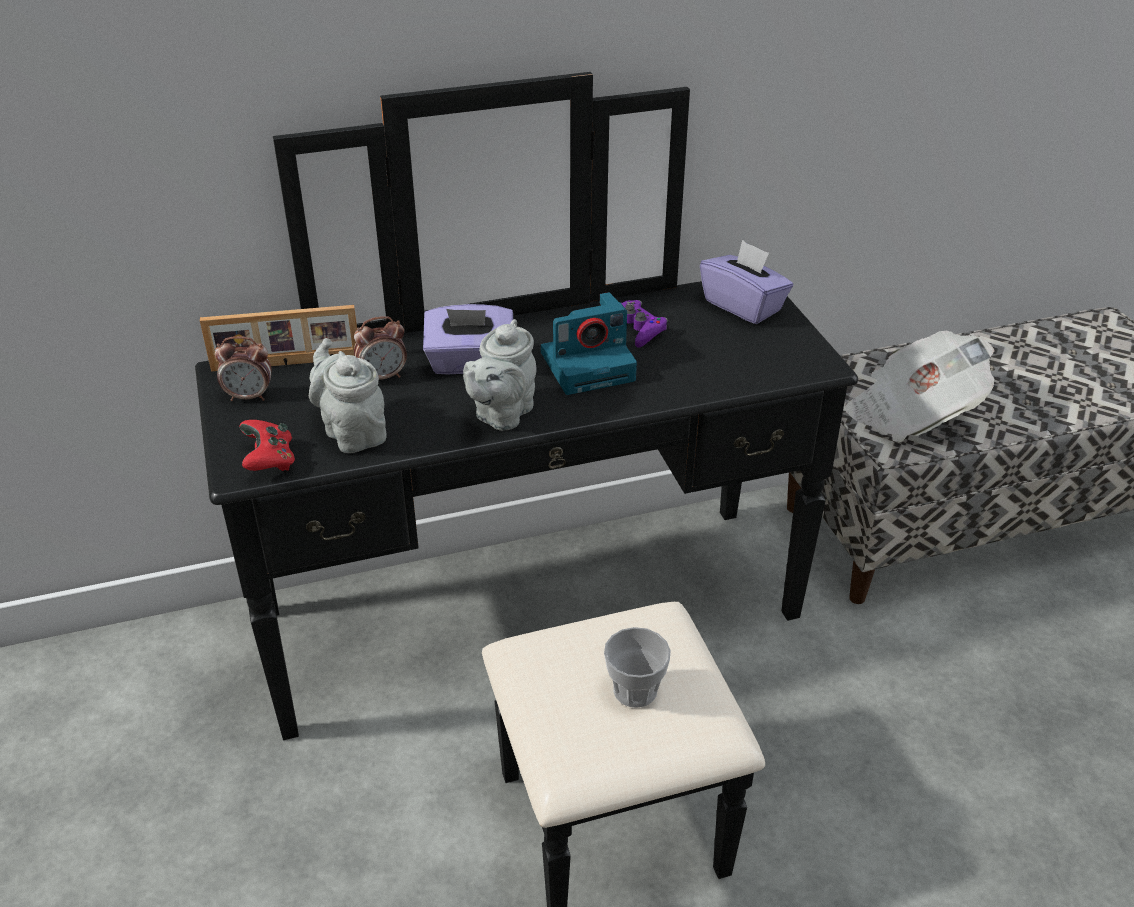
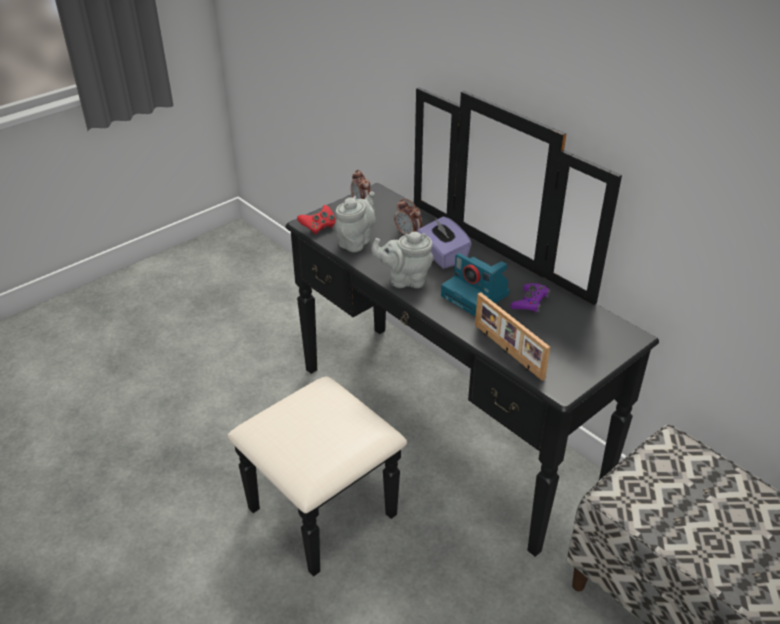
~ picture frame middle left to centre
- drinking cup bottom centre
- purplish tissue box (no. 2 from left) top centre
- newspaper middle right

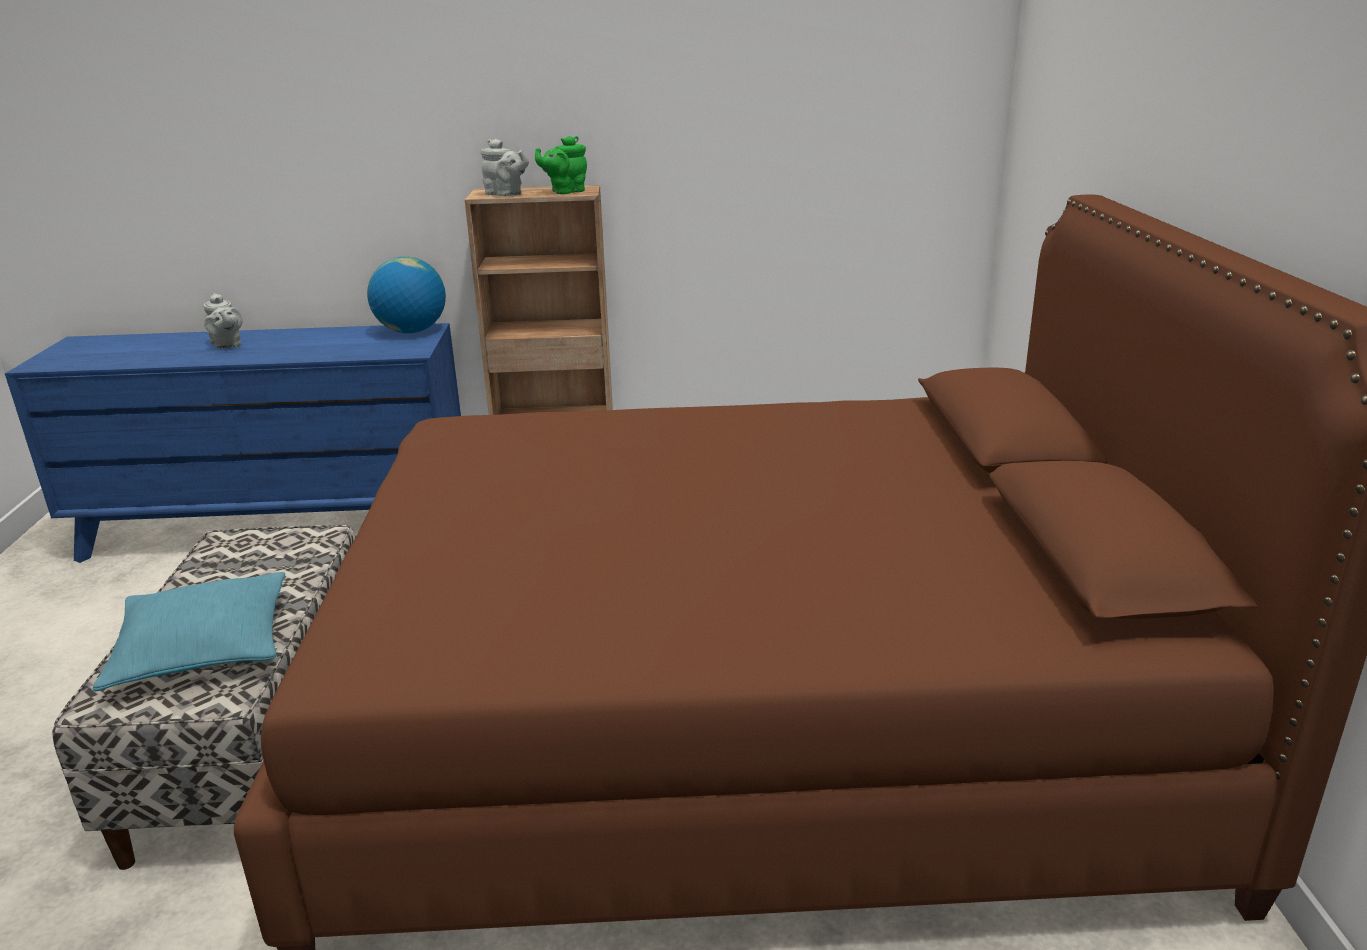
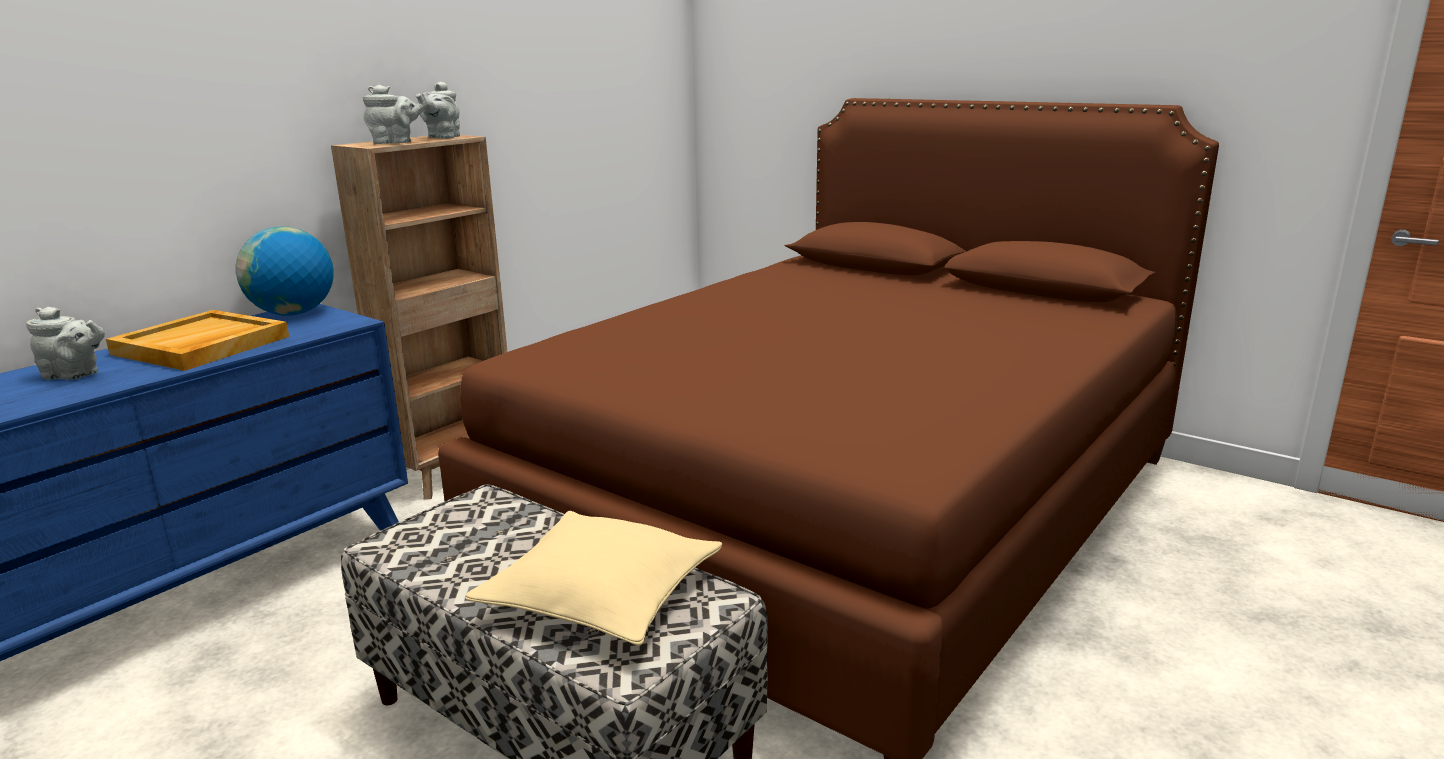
+ sand-coloured serving tray middle left
~ greenish pot for tea top centre to grey pot for tea (no. 3 from left) top left
~ blue-green throw pillow middle left to sand-coloured throw pillow bottom centre

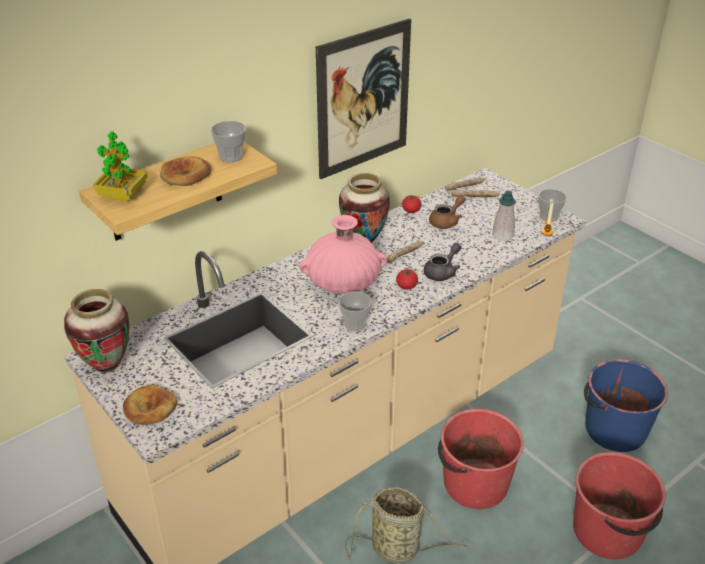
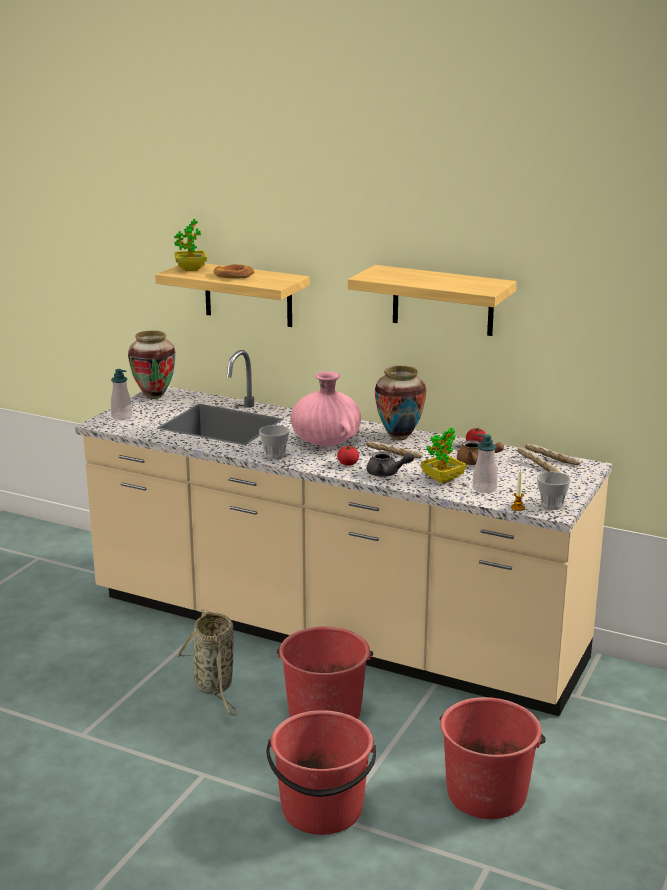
~ bakery bread (no. 1 from left) bottom left to soap dispenser (no. 1 from left) middle left
~ wall picture top centre to shelf (no. 2 from left) centre
+ potted plant (no. 2 from left) centre
~ blue-coloured water bucket bottom right to red-coloured water bucket (no. 3 from left) bottom right
- drinking cup (no. 1 from left) top left

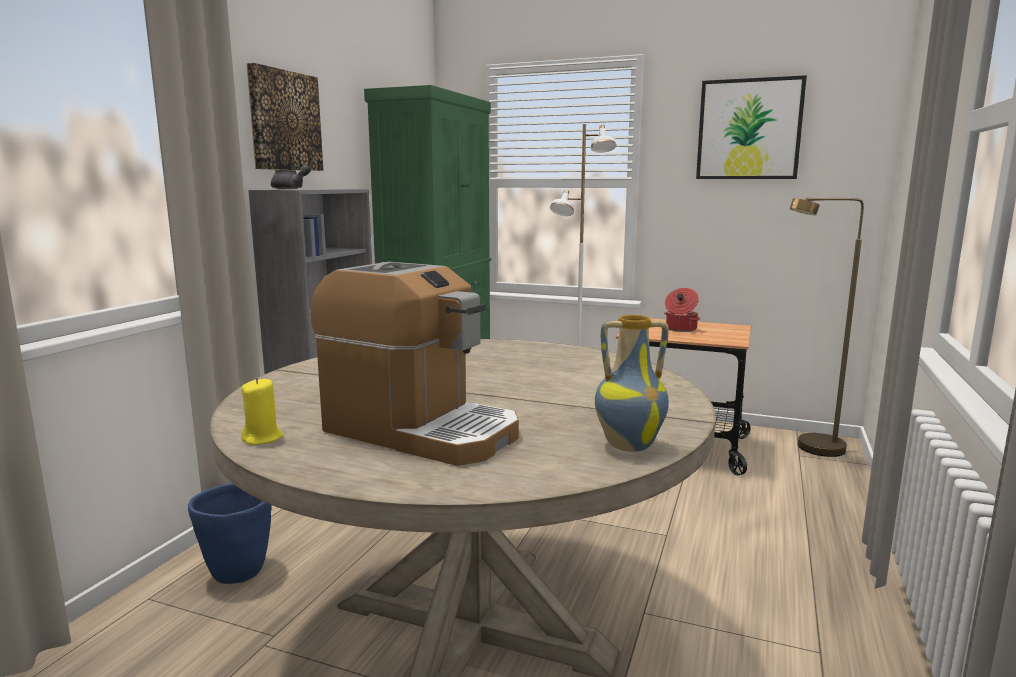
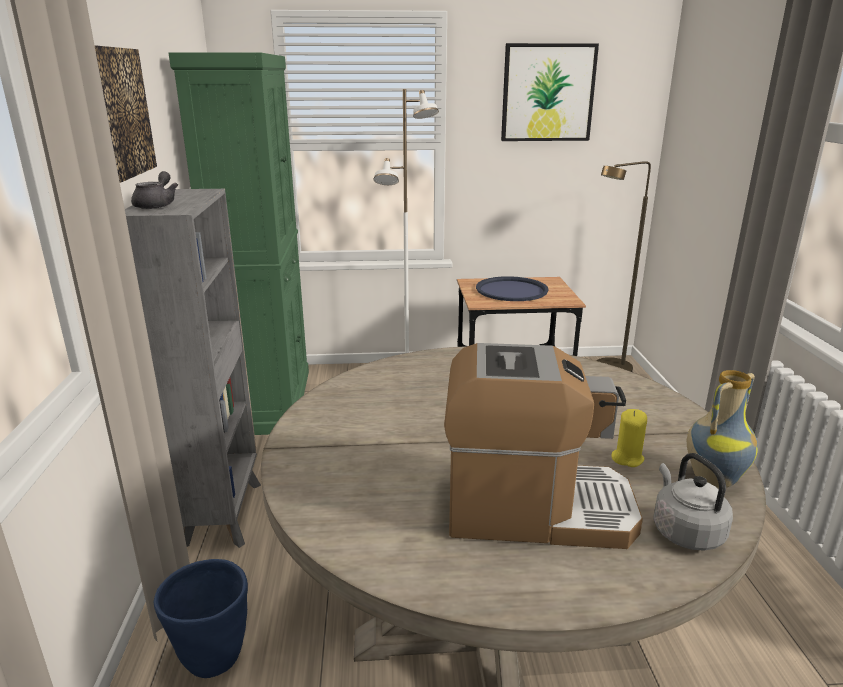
~ stockpot middle right to blue-coloured serving tray centre
~ yellow-coloured candle middle left to middle right
+ grey water kettle bottom right

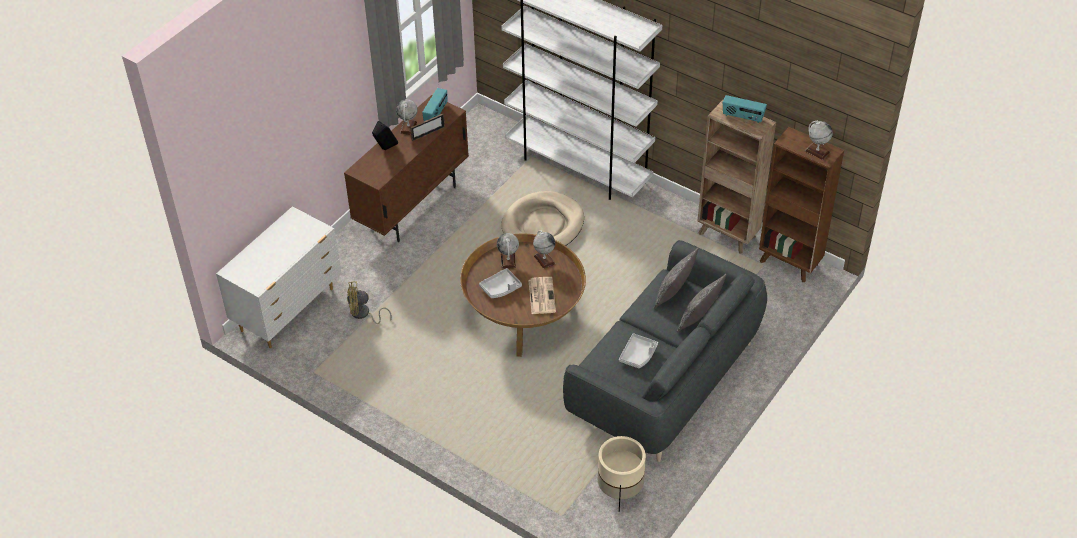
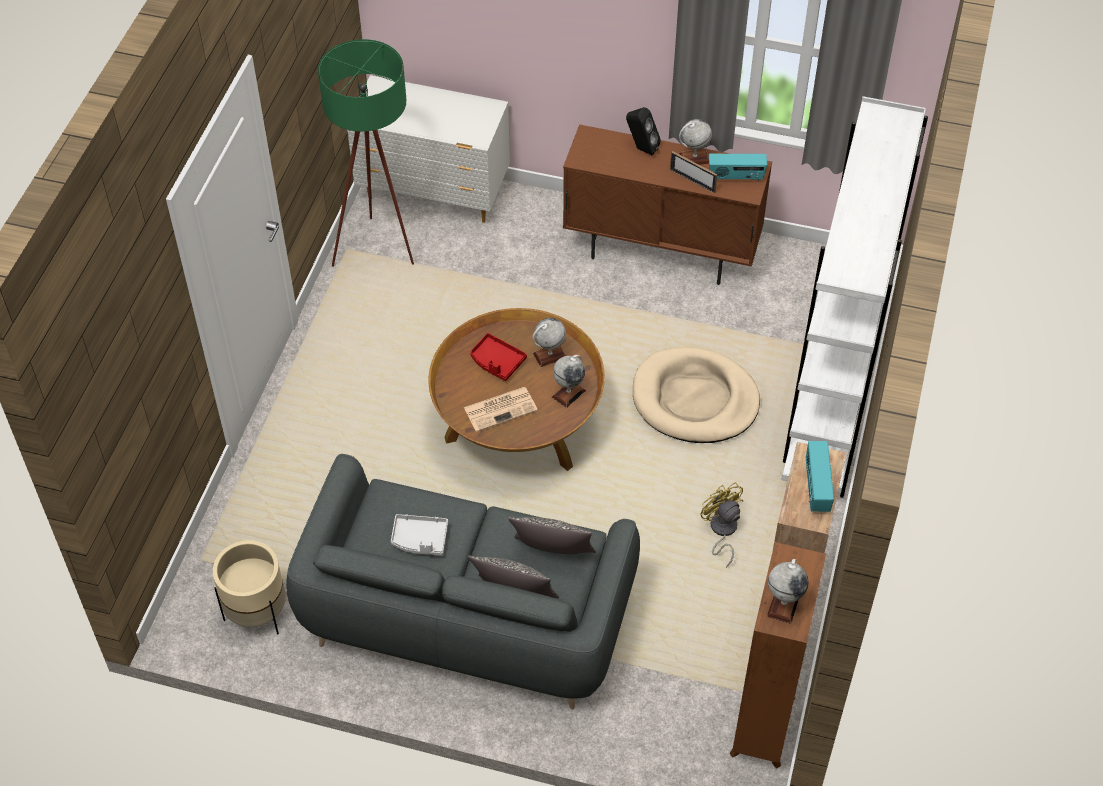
+ greenish standard lamp top left
~ grey serving tray (no. 1 from left) centre to red-coloured serving tray centre
~ yellow-coloured cooling fan centre to bottom centre

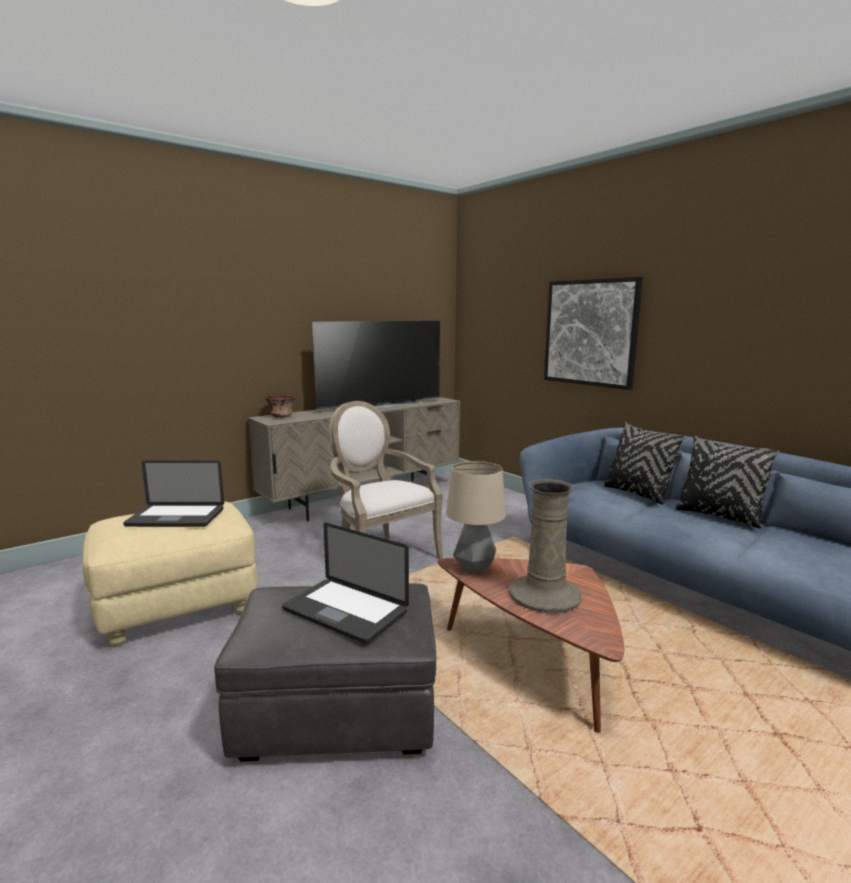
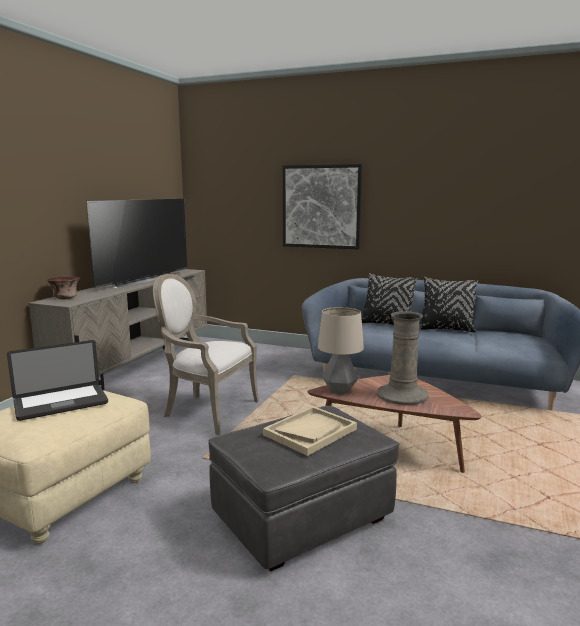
~ notebook computer (no. 2 from left) centre to sand-coloured serving tray bottom centre

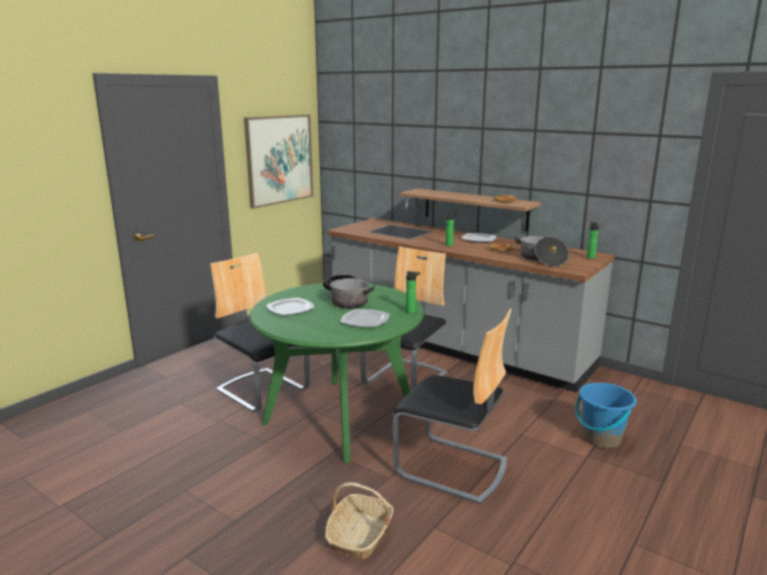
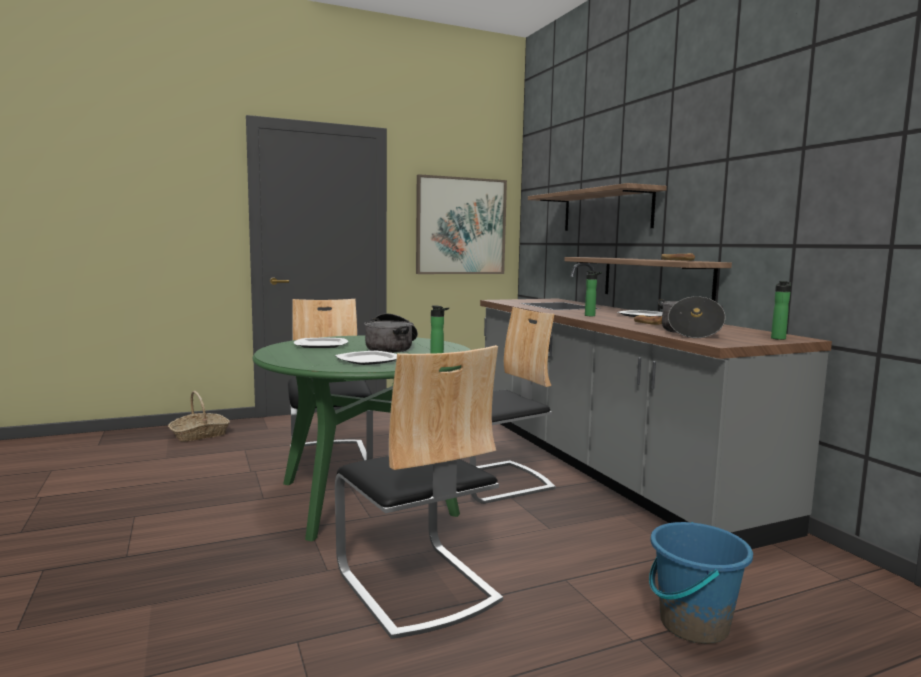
~ basket bottom centre to middle left
+ shelf (no. 1 from left) top centre

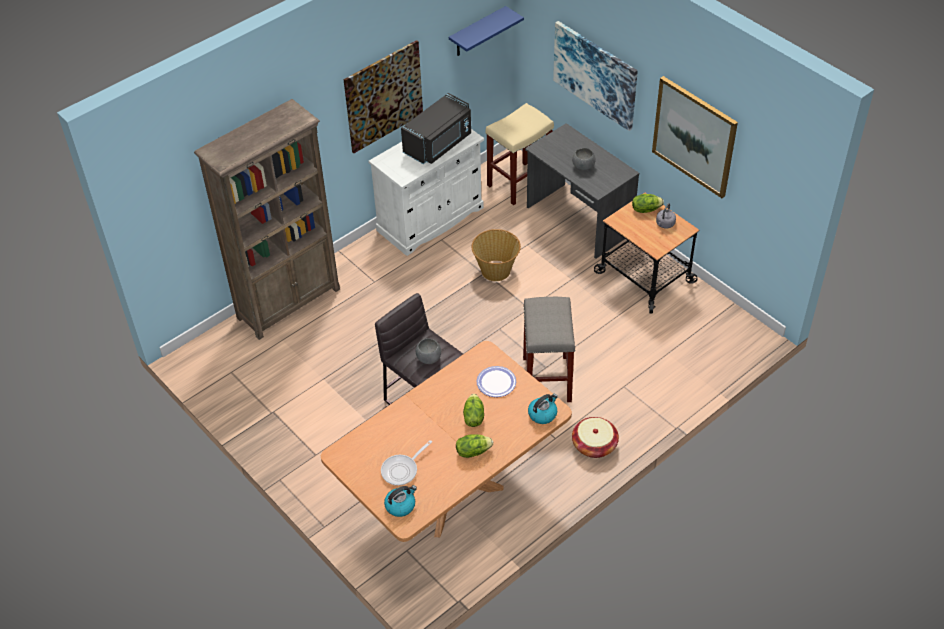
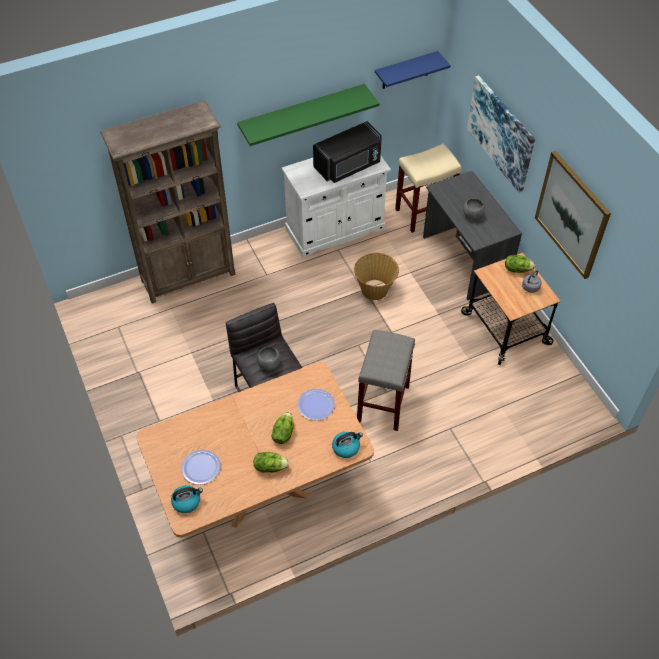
~ pan bottom centre to flat dish (no. 1 from left) bottom left
~ wall picture (no. 1 from left) top centre to greenish shelf top centre
- basket (no. 2 from left) bottom centre

